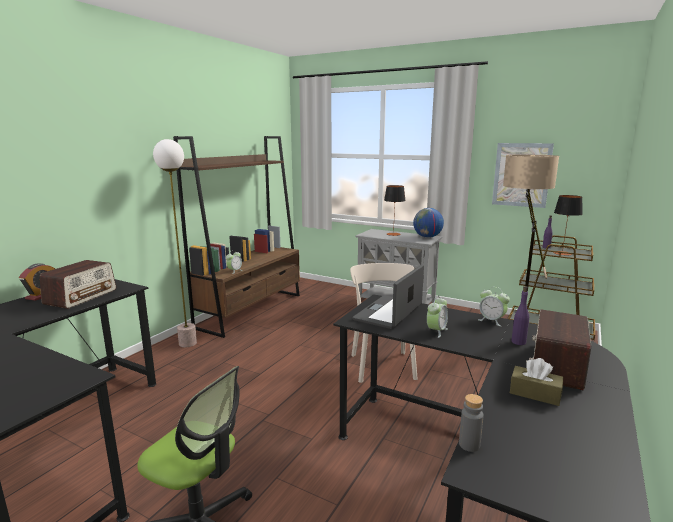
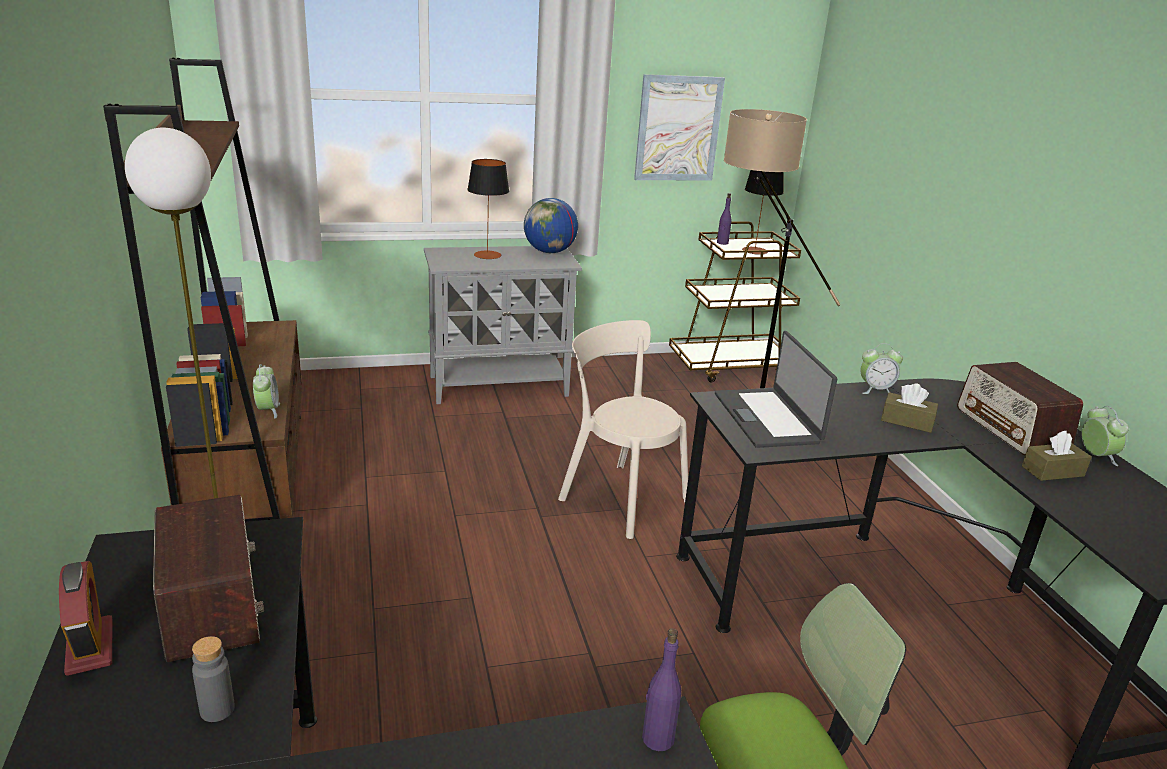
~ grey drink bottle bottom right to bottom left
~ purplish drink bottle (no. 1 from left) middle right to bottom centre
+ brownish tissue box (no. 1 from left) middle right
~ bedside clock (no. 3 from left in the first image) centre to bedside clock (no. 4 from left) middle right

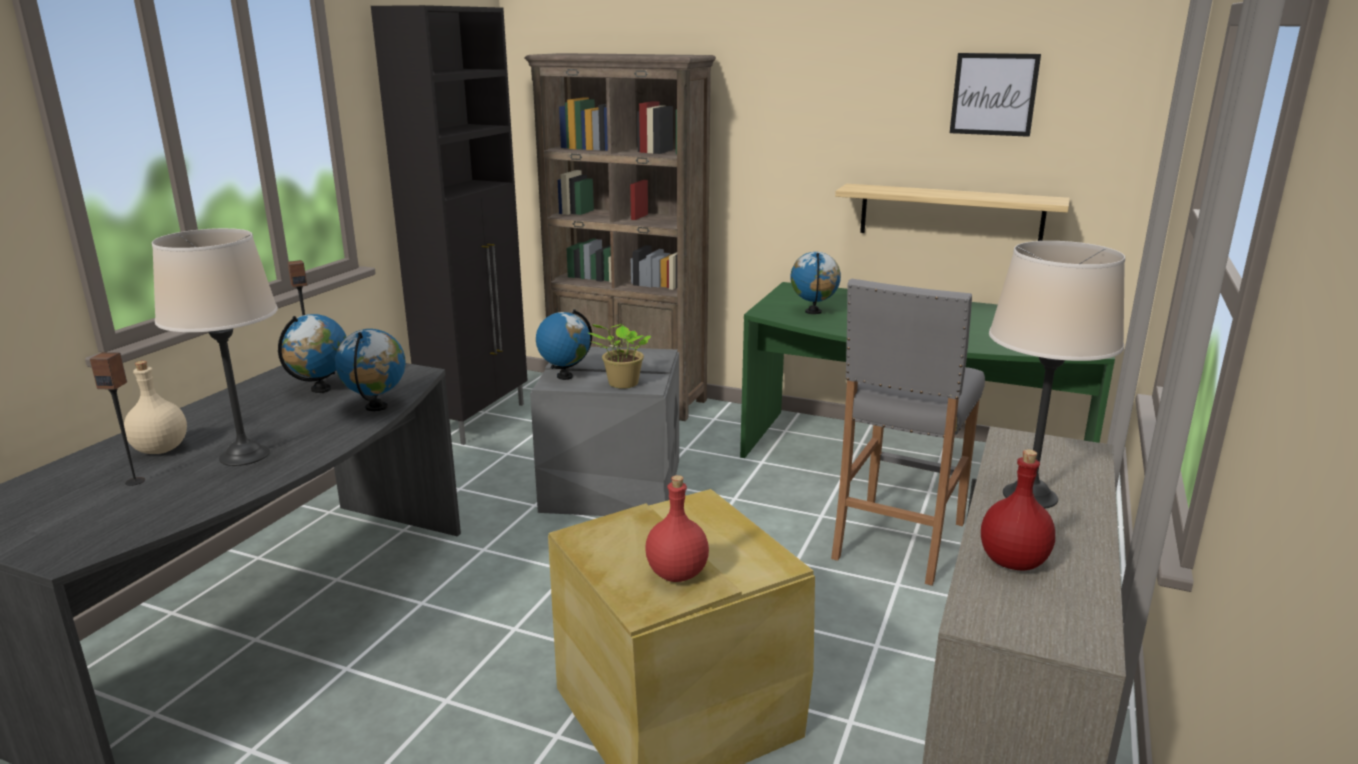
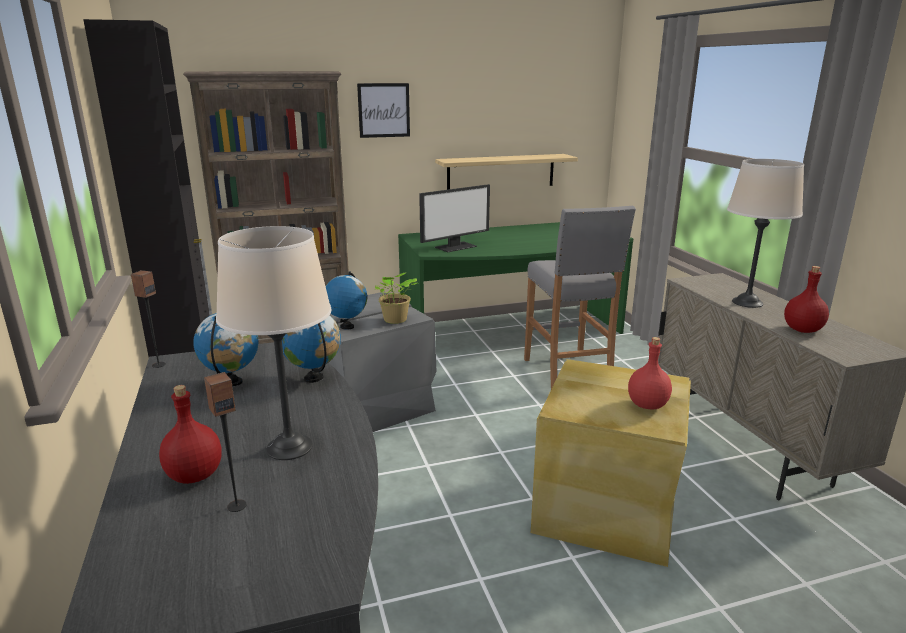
~ sand-coloured drink bottle middle left to red-coloured drink bottle (no. 1 from left) bottom left
~ wall picture top right to top centre
~ desk globe (no. 4 from left) centre to monitor centre

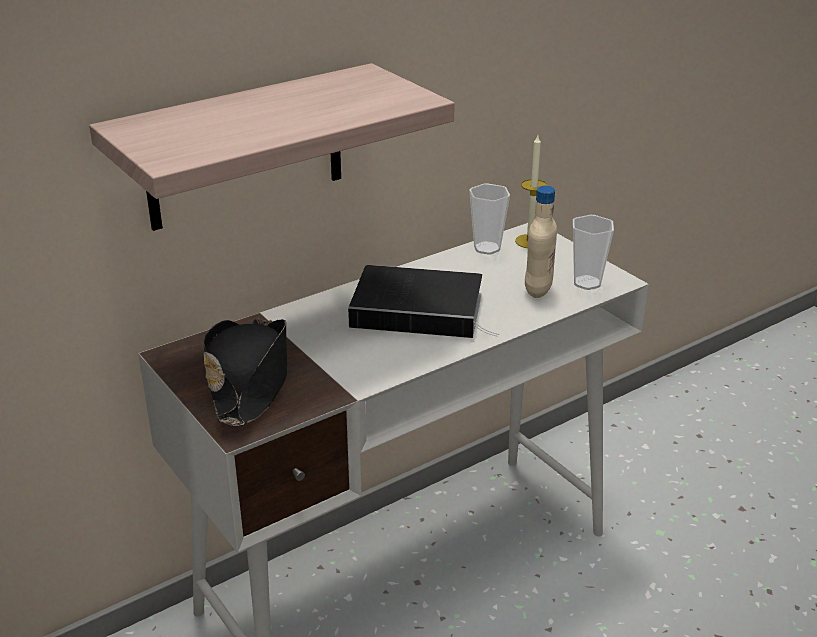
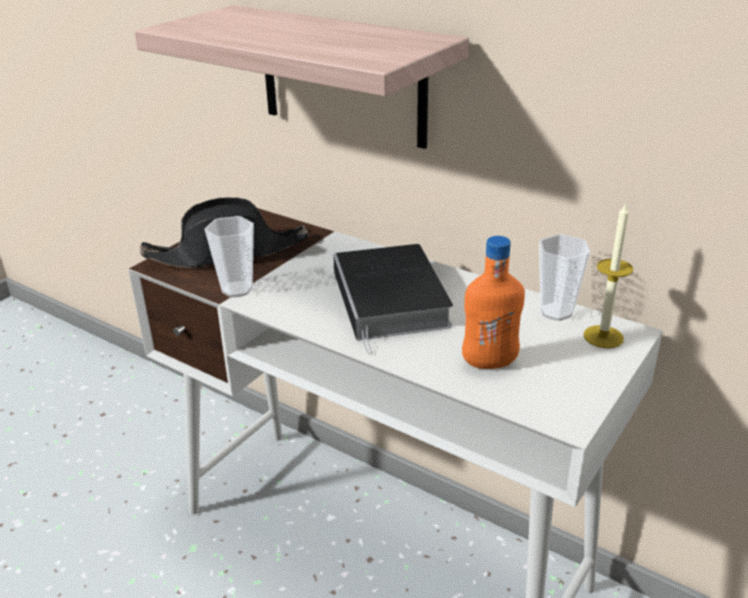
~ drinking cup (no. 2 from left in the first image) middle right to drinking cup (no. 1 from left) middle left
~ sand-coloured drink bottle centre to orange-coloured drink bottle centre

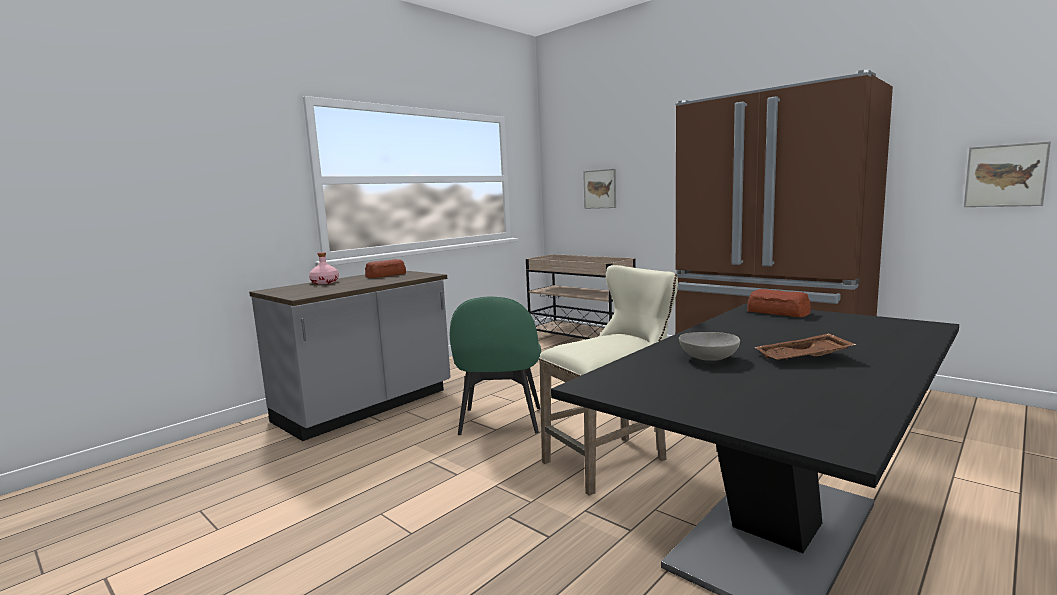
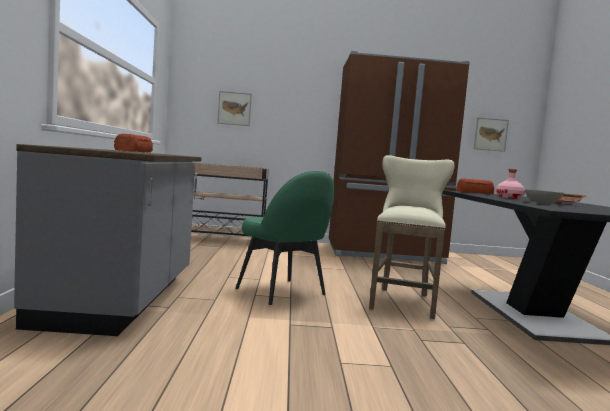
~ pink drink bottle middle left to middle right

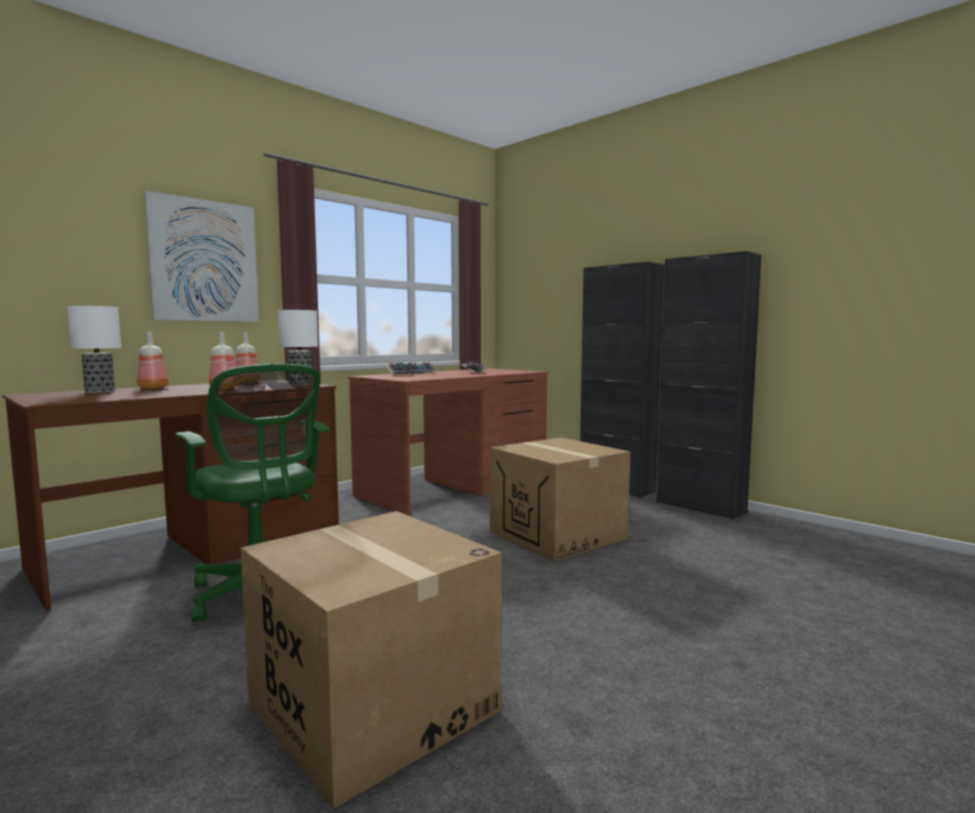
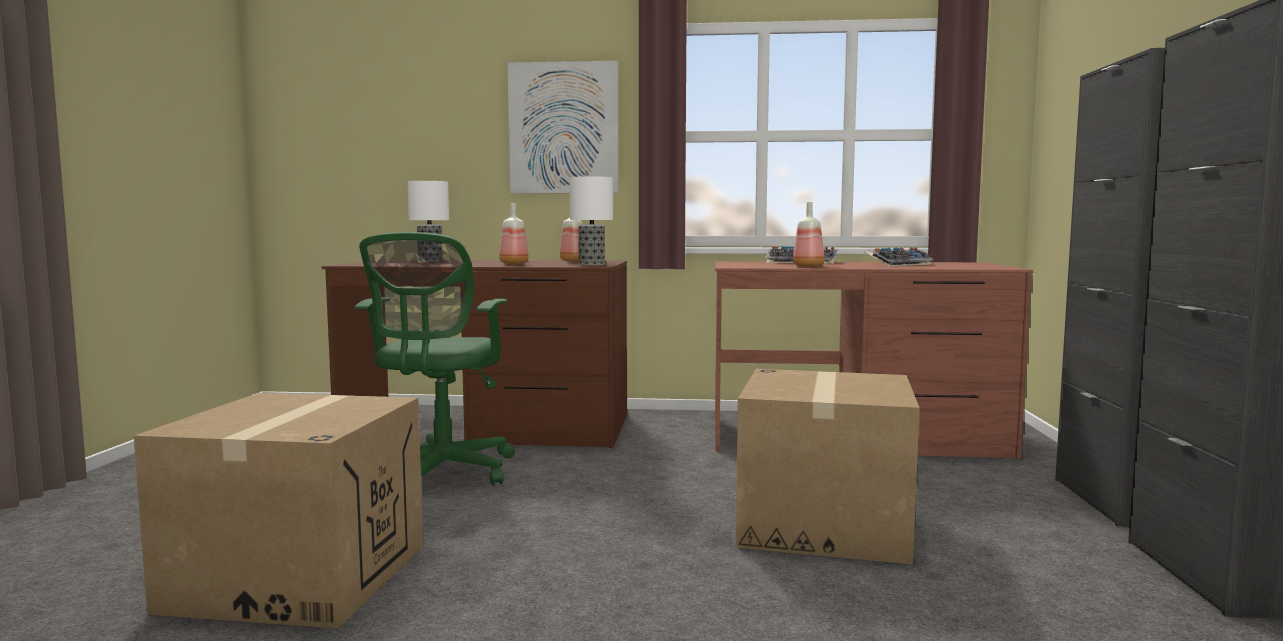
~ drink bottle (no. 1 from left in the first image) middle left to drink bottle (no. 3 from left) centre

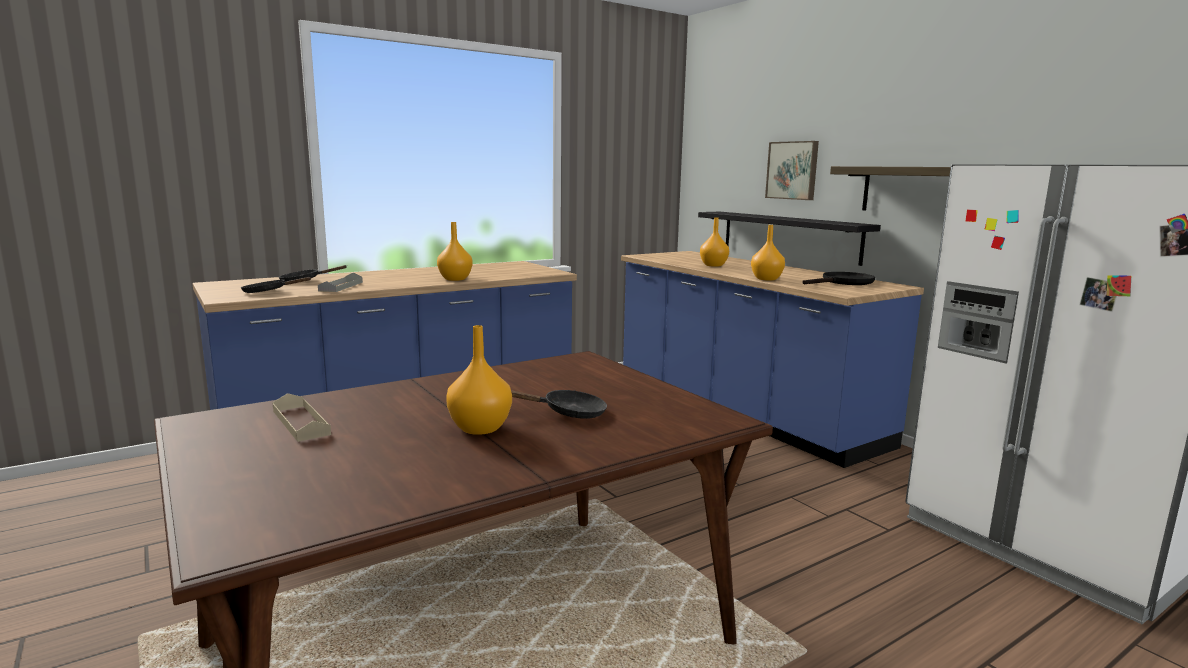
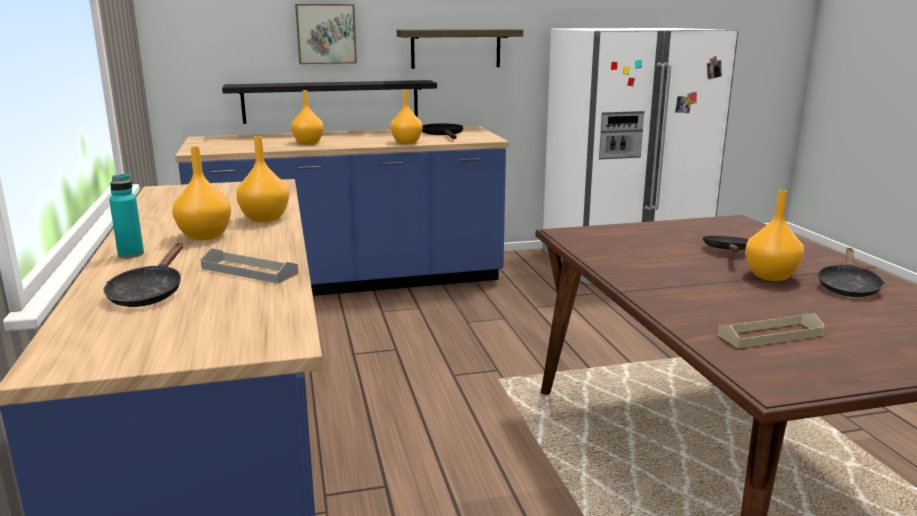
+ blue-green drink bottle middle left
+ orange-coloured vase (no. 1 from left) middle left
~ black-coloured pan (no. 1 from left in the first image) middle left to black-coloured pan (no. 4 from left) middle right

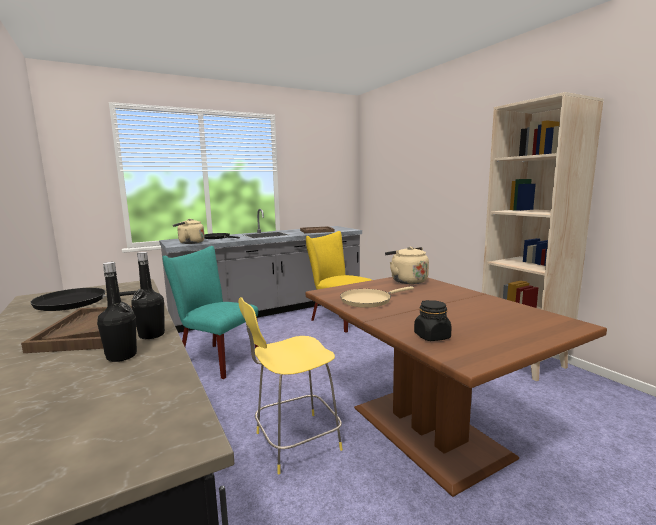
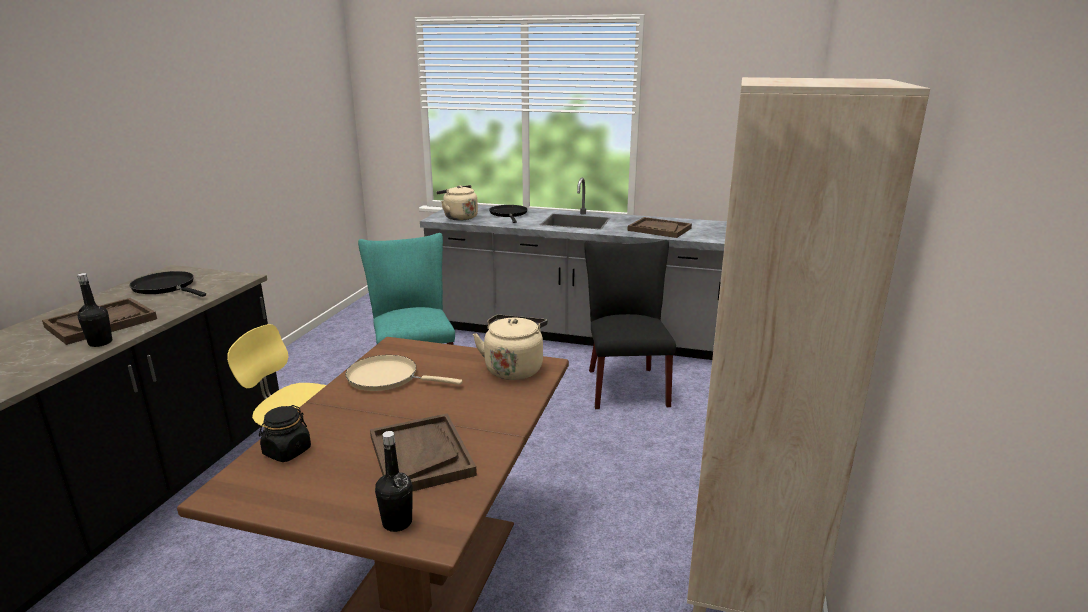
+ brownish serving tray (no. 2 from left) bottom centre
~ black-coloured drink bottle (no. 1 from left in the first image) middle left to black-coloured drink bottle (no. 2 from left) bottom centre
~ yellow-coloured upright chair centre to black-coloured upright chair centre

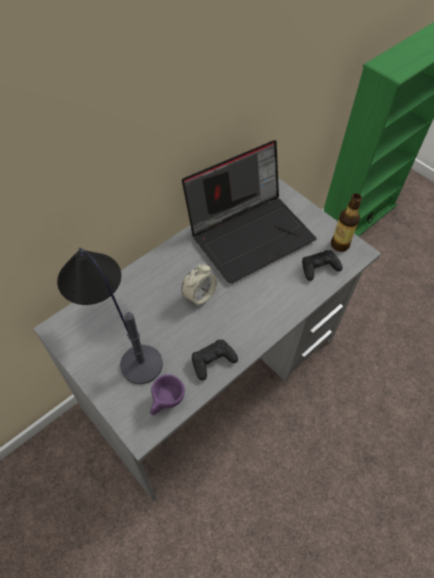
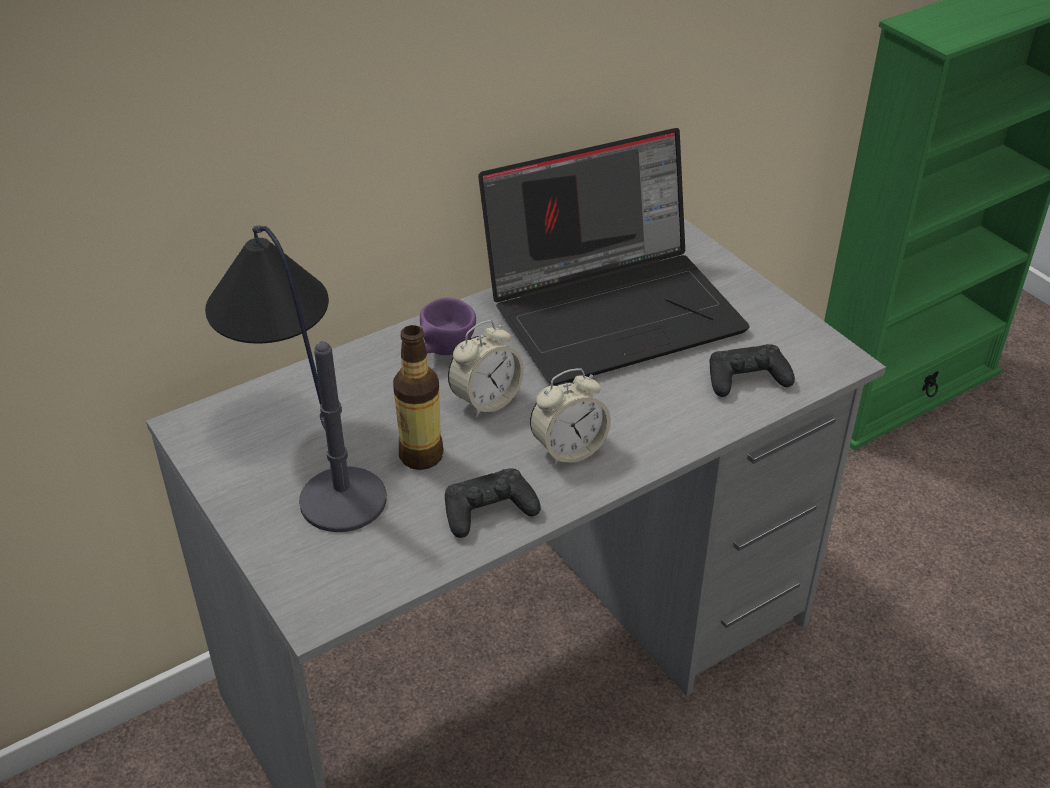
~ drink bottle middle right to centre
~ purplish drinking cup bottom centre to centre
+ bedside clock (no. 2 from left) centre

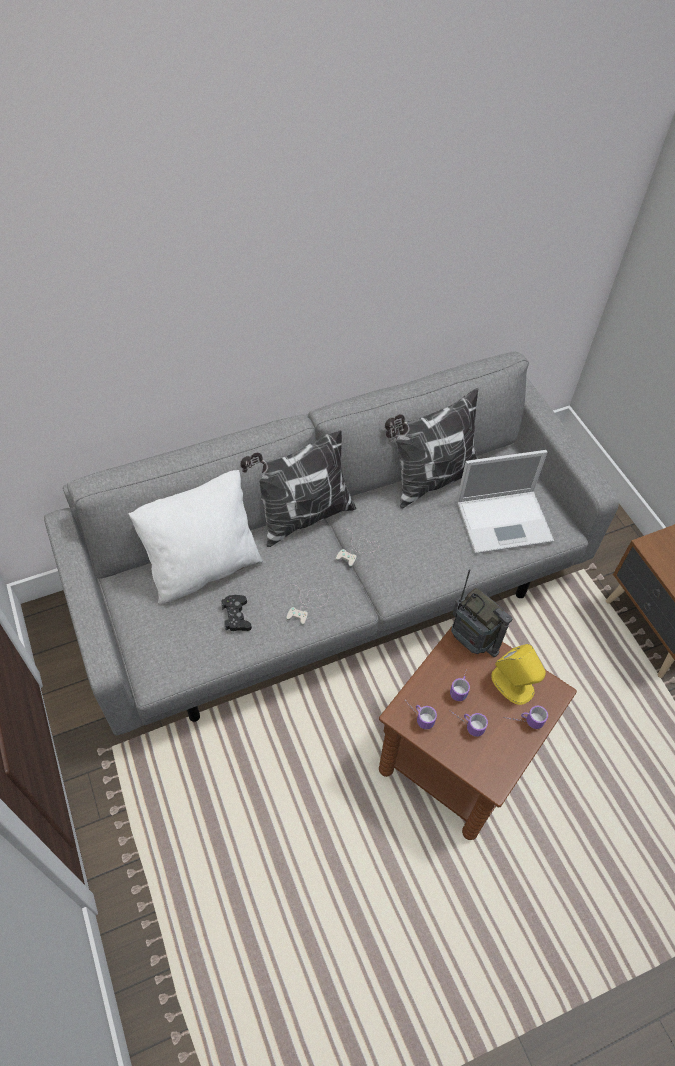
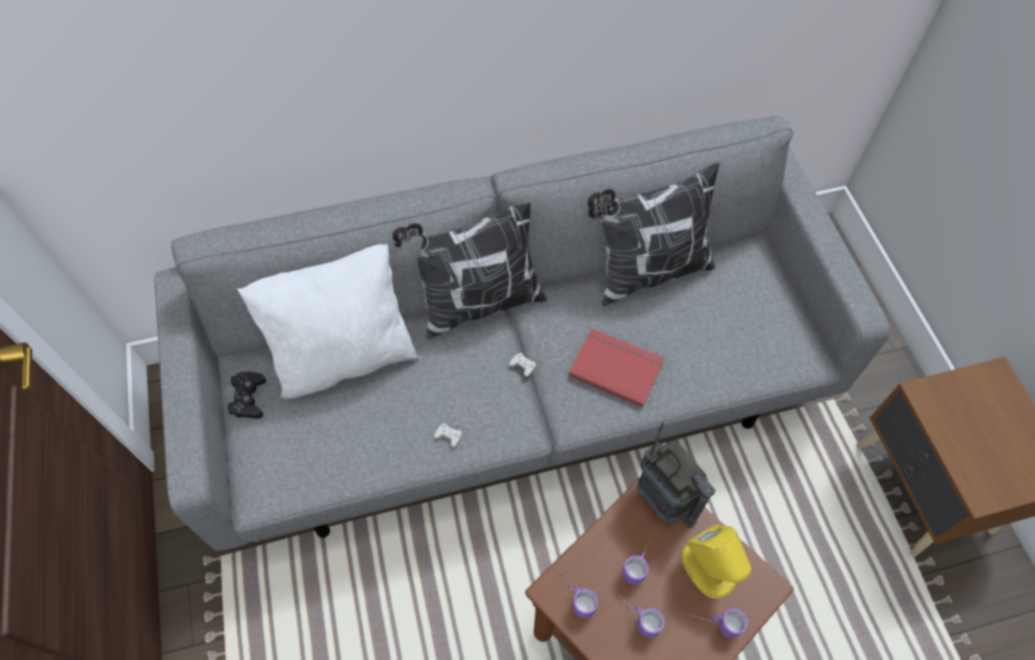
~ black-coloured gamepad centre to middle left
+ red-coloured bound book centre
- notebook computer middle right

